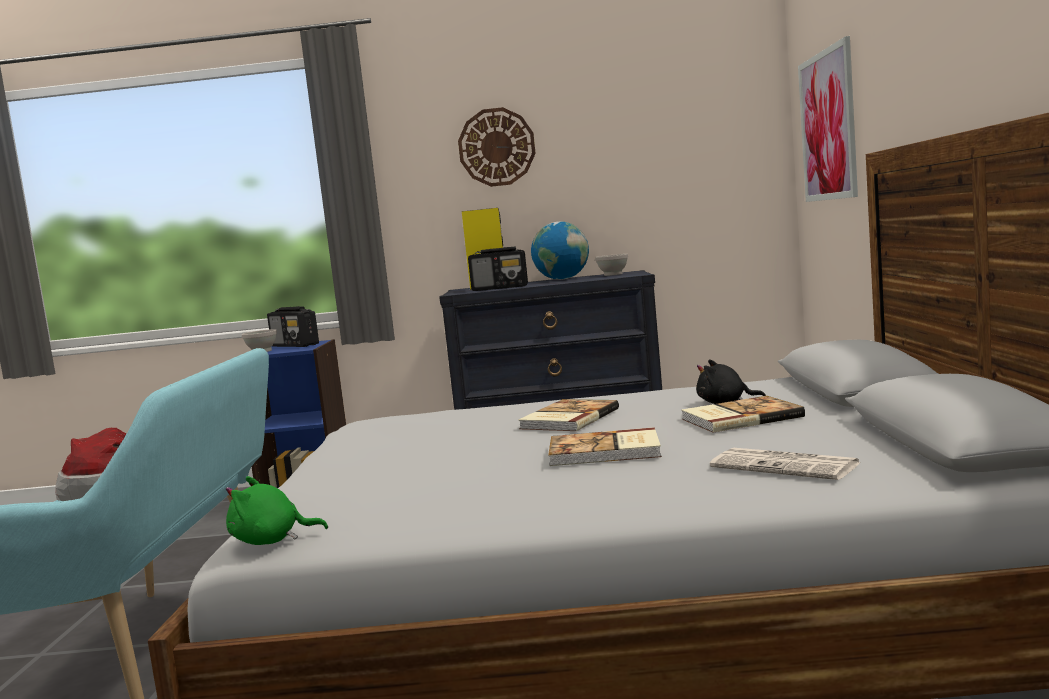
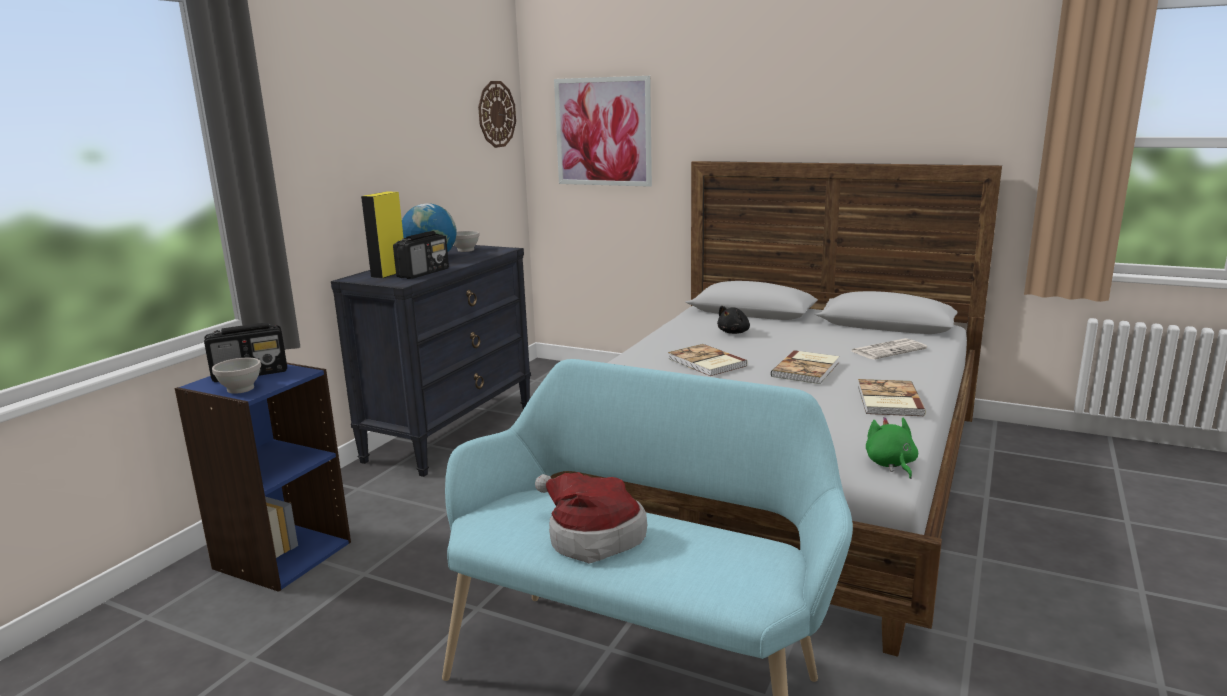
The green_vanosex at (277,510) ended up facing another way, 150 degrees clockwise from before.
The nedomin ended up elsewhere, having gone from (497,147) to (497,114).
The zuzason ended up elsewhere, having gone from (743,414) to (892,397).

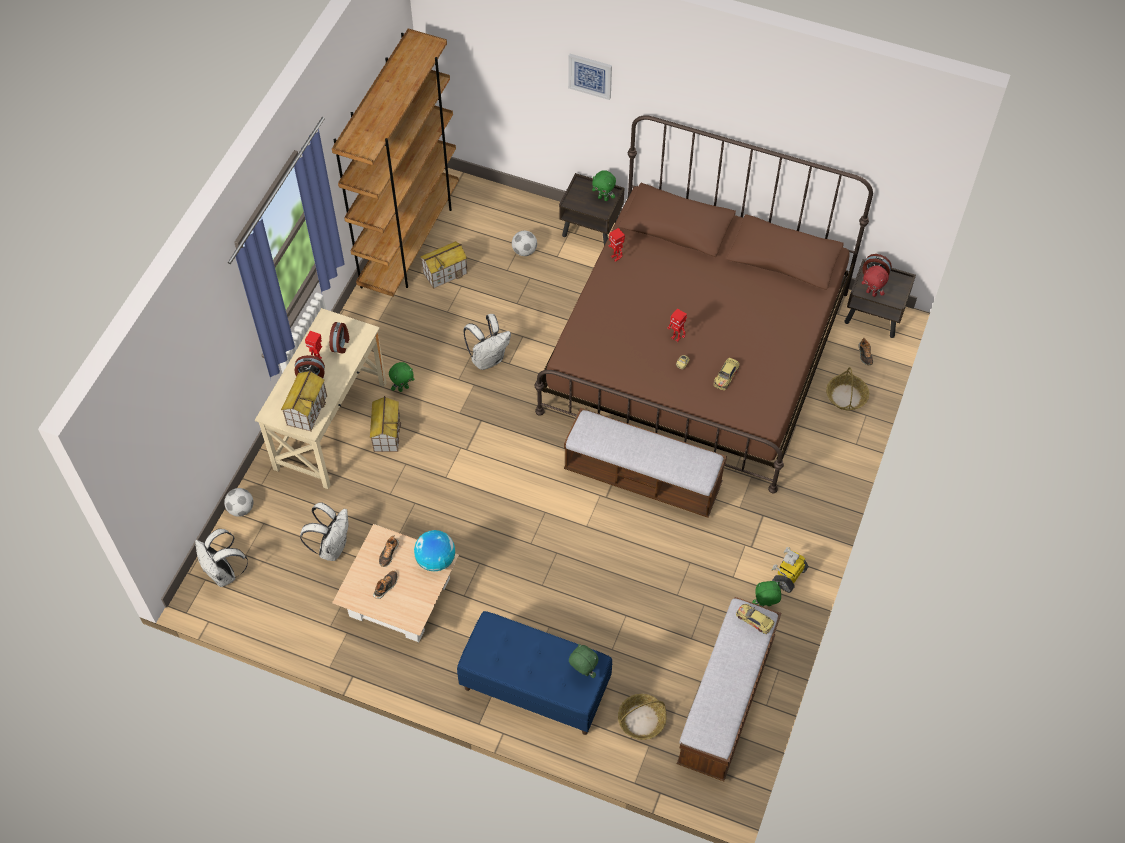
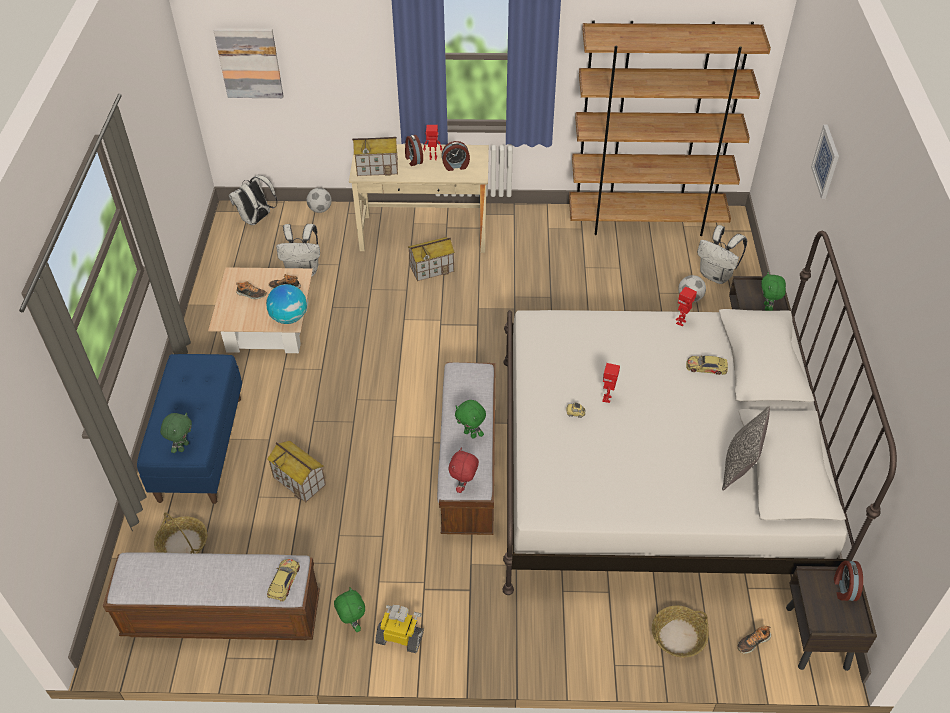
The green_vanosex ended up elsewhere, having gone from (401,377) to (470,419).
The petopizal ended up elsewhere, having gone from (444,265) to (296,472).
The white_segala ended up elsewhere, having gone from (487,342) to (722,254).
What was the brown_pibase at (703,304) turned into the white_pibase at (699,413).
The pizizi ended up elsewhere, having gone from (726,374) to (707,365).
The red_vanosex ended up elsewhere, having gone from (875,281) to (464,470).
The second view gained the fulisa at (249,63).
The second view gained the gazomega at (746,448).

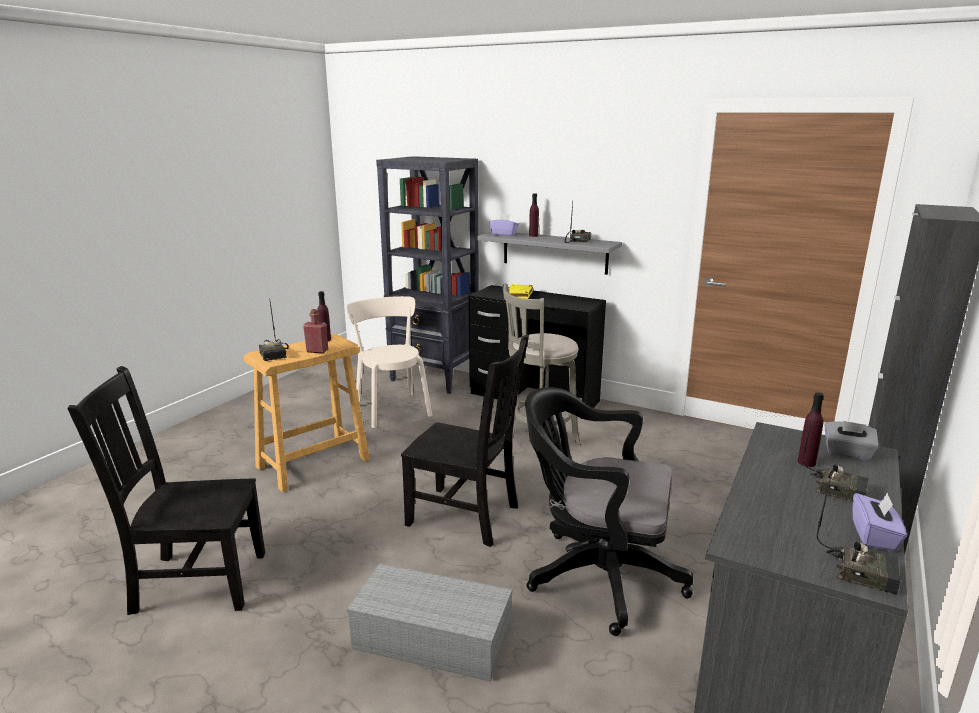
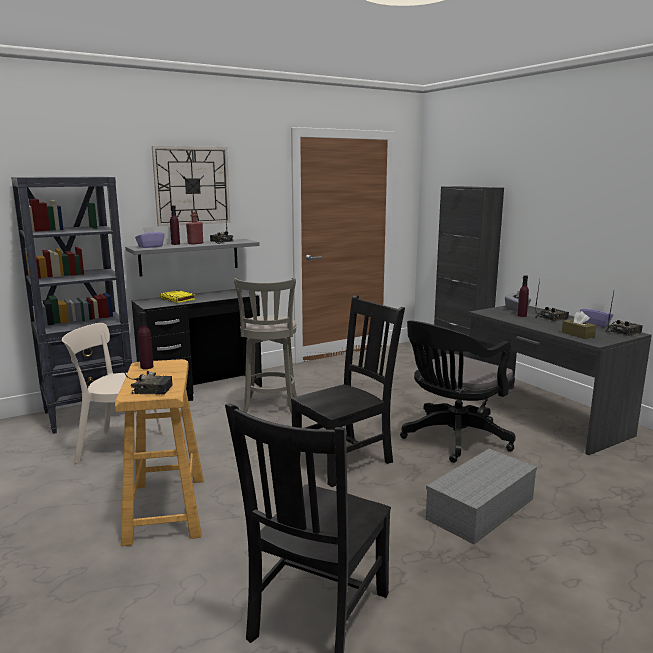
The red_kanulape ended up elsewhere, having gone from (315,331) to (194,228).
The second view gained the nedomin at (191,186).
The second view gained the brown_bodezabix at (579,325).

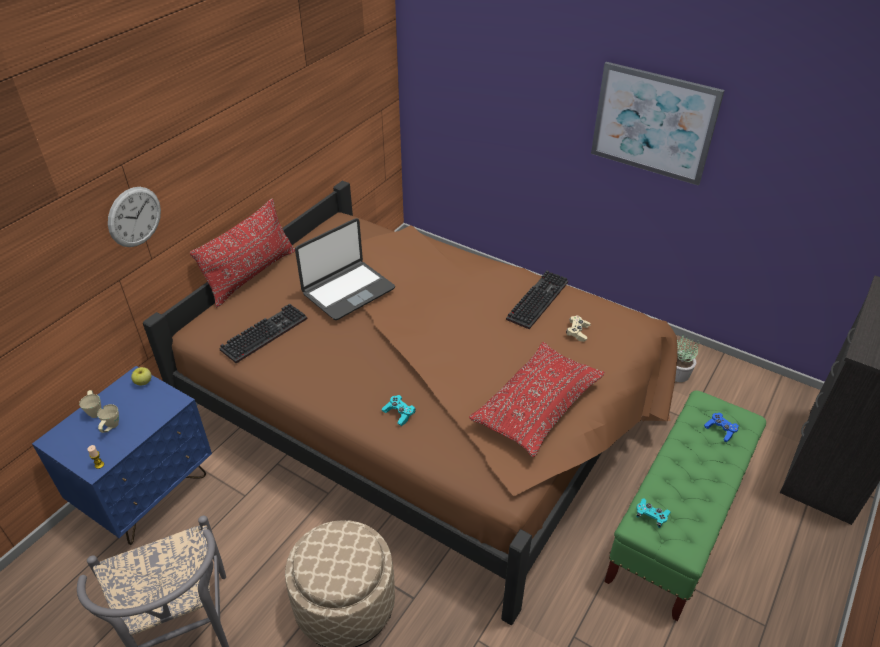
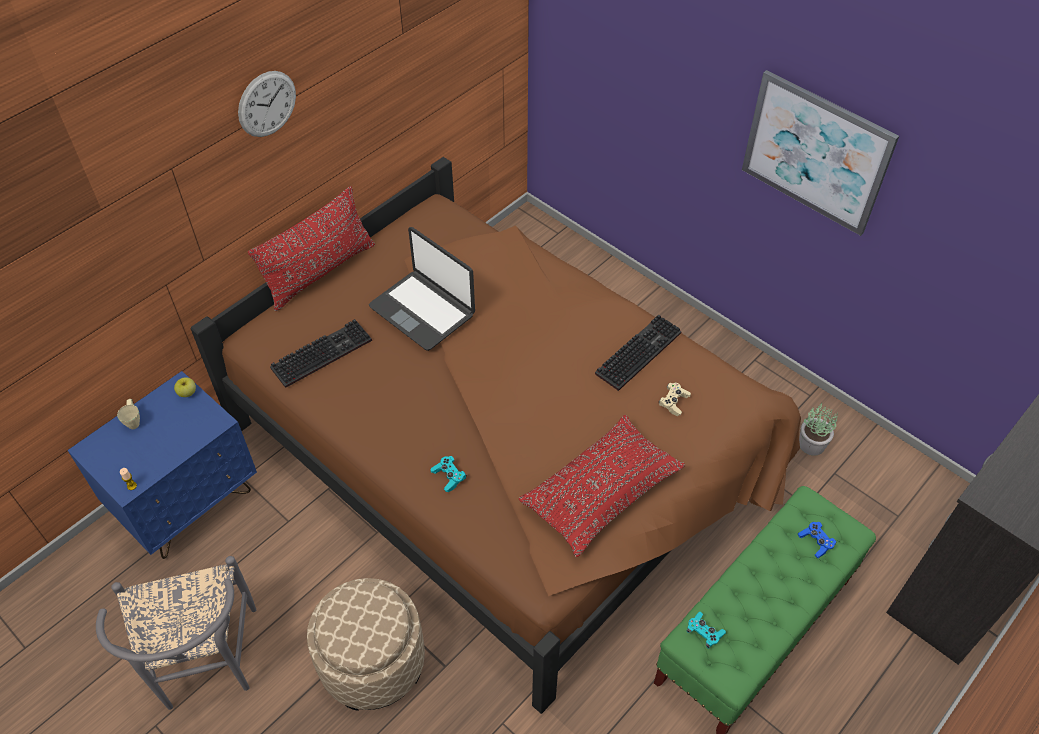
The second view lost the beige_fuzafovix at (108,418).
The nedomin ended up elsewhere, having gone from (134,217) to (267,104).
The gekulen at (345,269) ended up facing another way, 75 degrees clockwise from before.

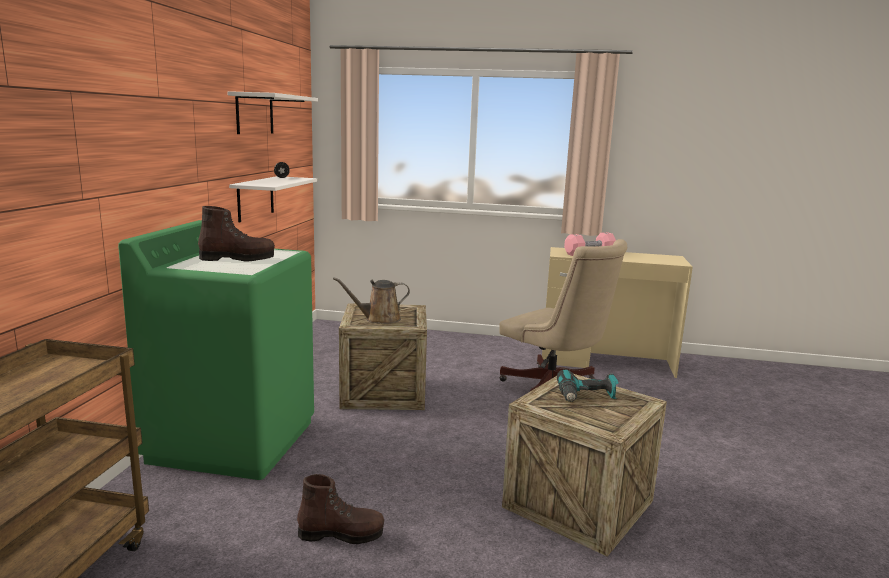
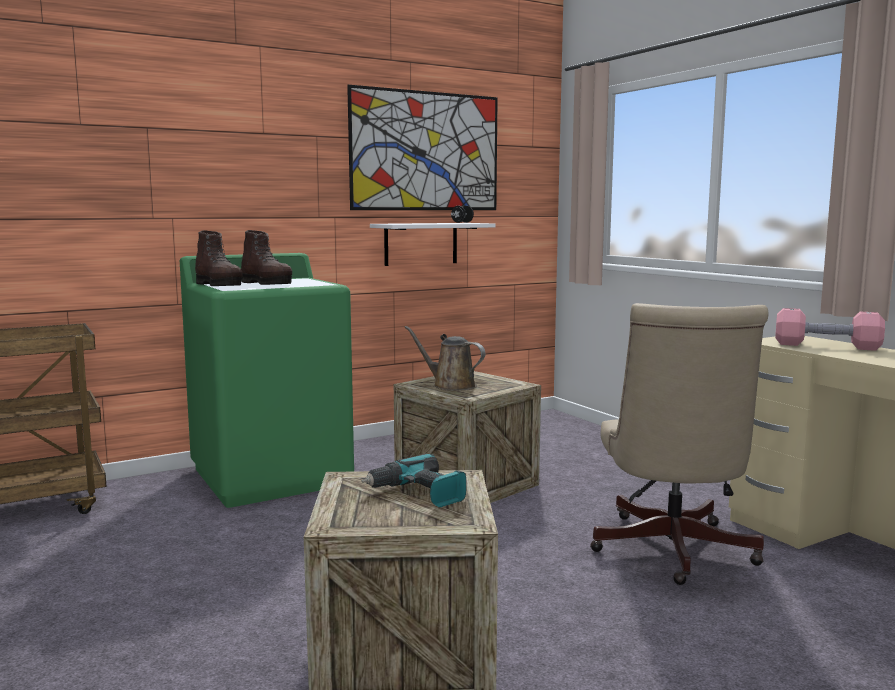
Where the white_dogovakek hung at (272,112), the fulisa came to hang at (422,147).
The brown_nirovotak ended up elsewhere, having gone from (340,509) to (219,258).

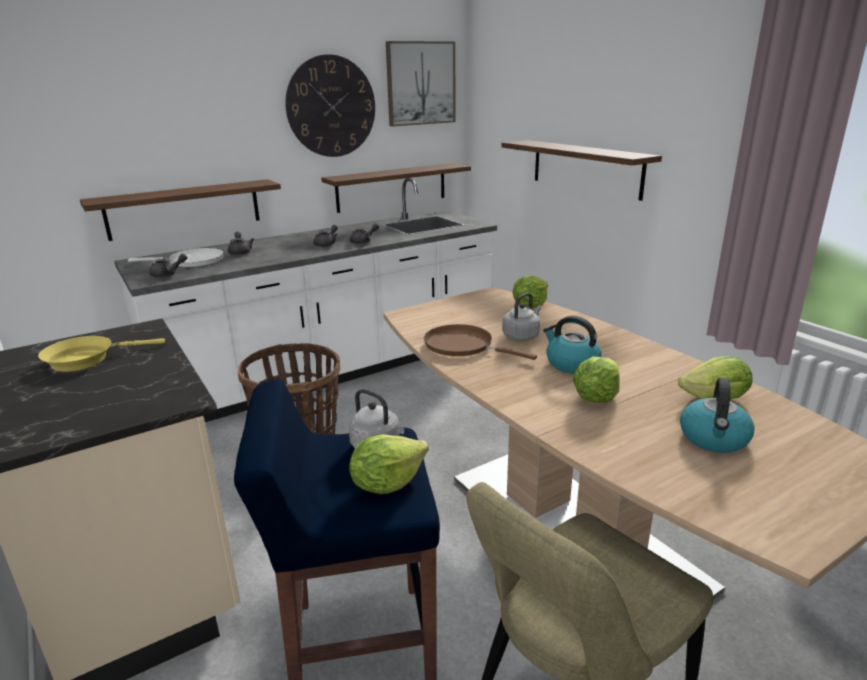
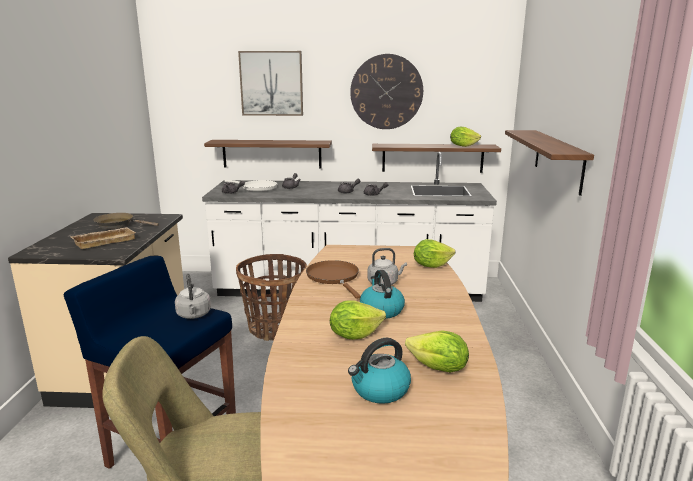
What was the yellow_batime at (101,354) turned into the brown_batime at (126,221).
The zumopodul ended up elsewhere, having gone from (389,464) to (465,137).
The fulisa ended up elsewhere, having gone from (421,83) to (270,83).
The second view gained the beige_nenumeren at (103,238).

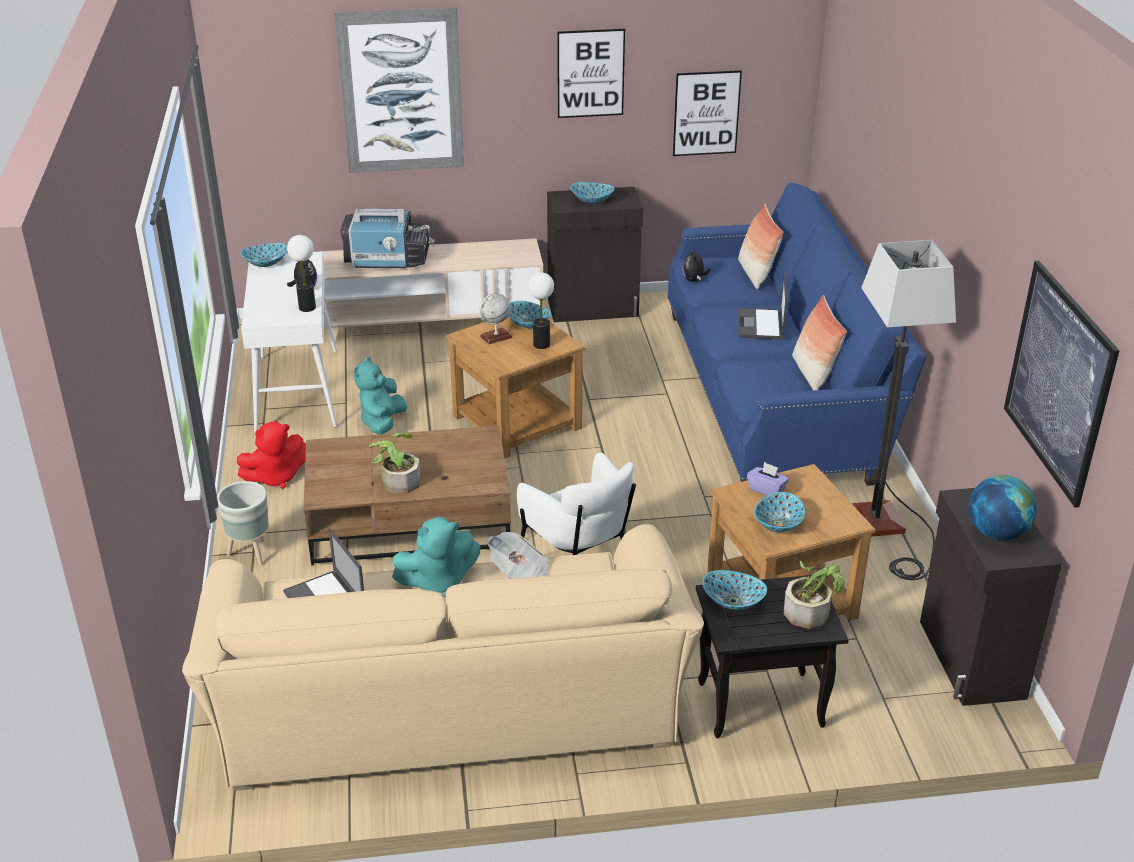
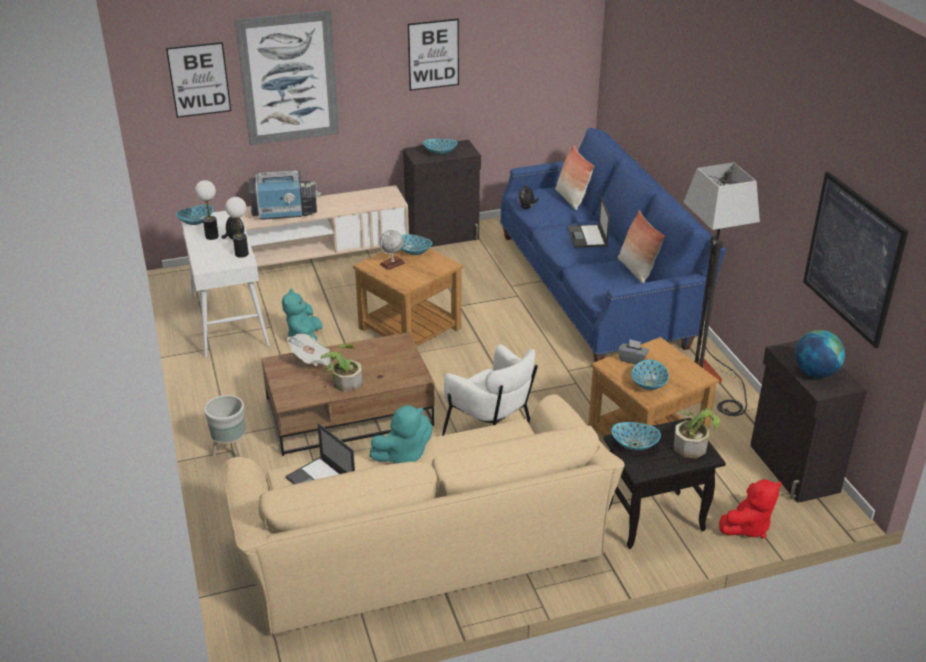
The red_vanosex ended up elsewhere, having gone from (271,455) to (750,509).
The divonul ended up elsewhere, having gone from (518,555) to (309,350).
The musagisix ended up elsewhere, having gone from (541,310) to (207,210).
The fulisa ended up elsewhere, having gone from (707,113) to (198,80).
What was the purple_bodezabix at (768,479) turned into the grey_bodezabix at (633,351).

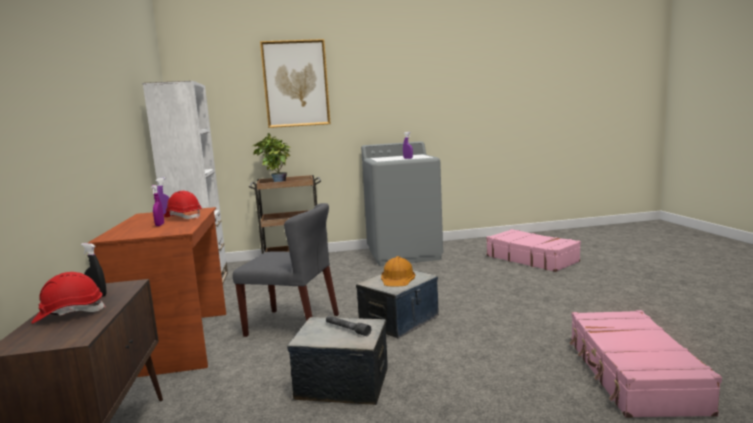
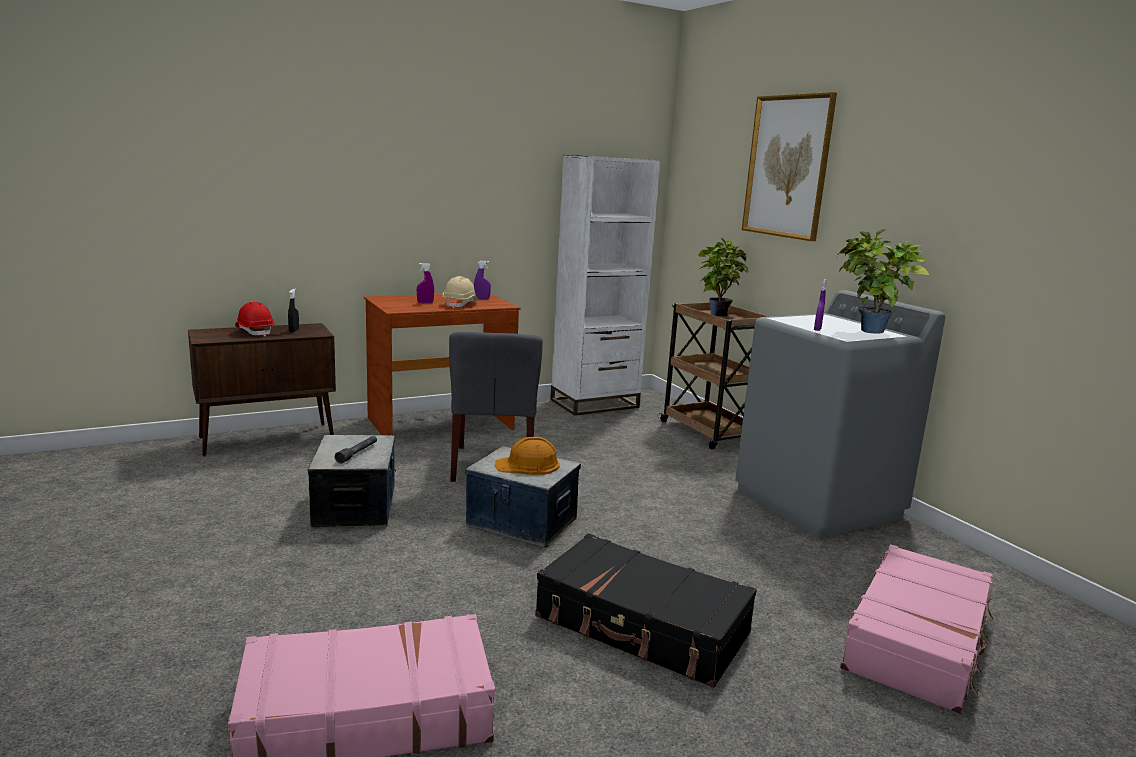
What was the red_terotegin at (183,205) turned into the beige_terotegin at (460,292).
The second view gained the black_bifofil at (646,610).
The second view gained the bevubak at (883,281).

